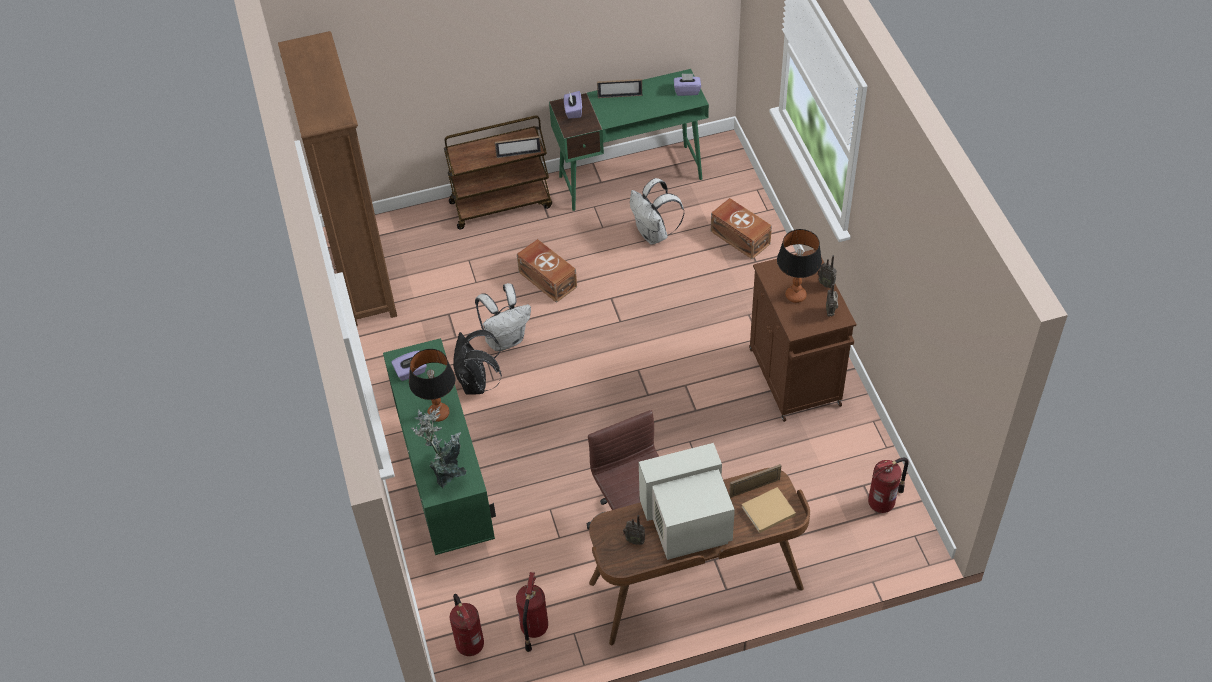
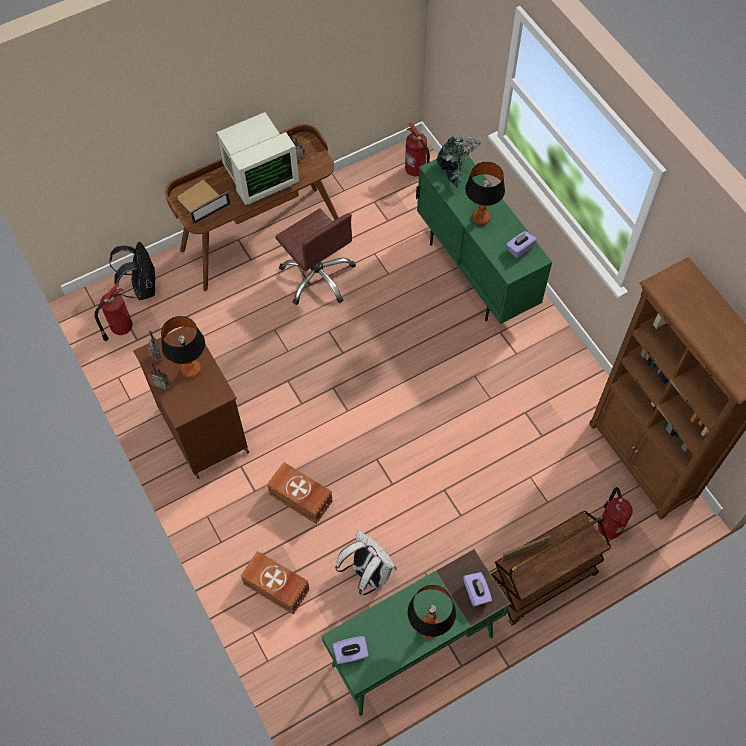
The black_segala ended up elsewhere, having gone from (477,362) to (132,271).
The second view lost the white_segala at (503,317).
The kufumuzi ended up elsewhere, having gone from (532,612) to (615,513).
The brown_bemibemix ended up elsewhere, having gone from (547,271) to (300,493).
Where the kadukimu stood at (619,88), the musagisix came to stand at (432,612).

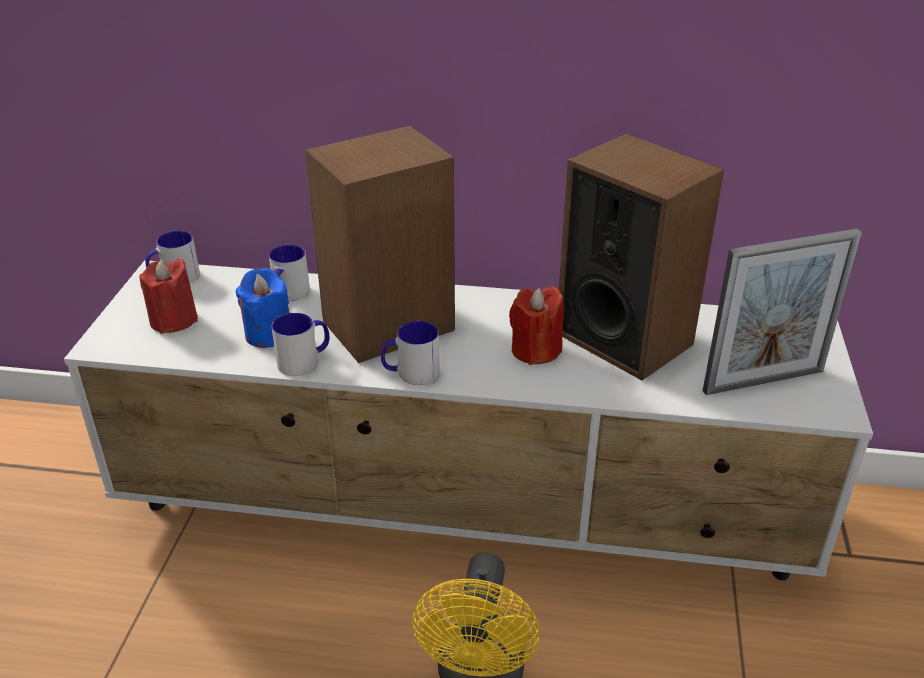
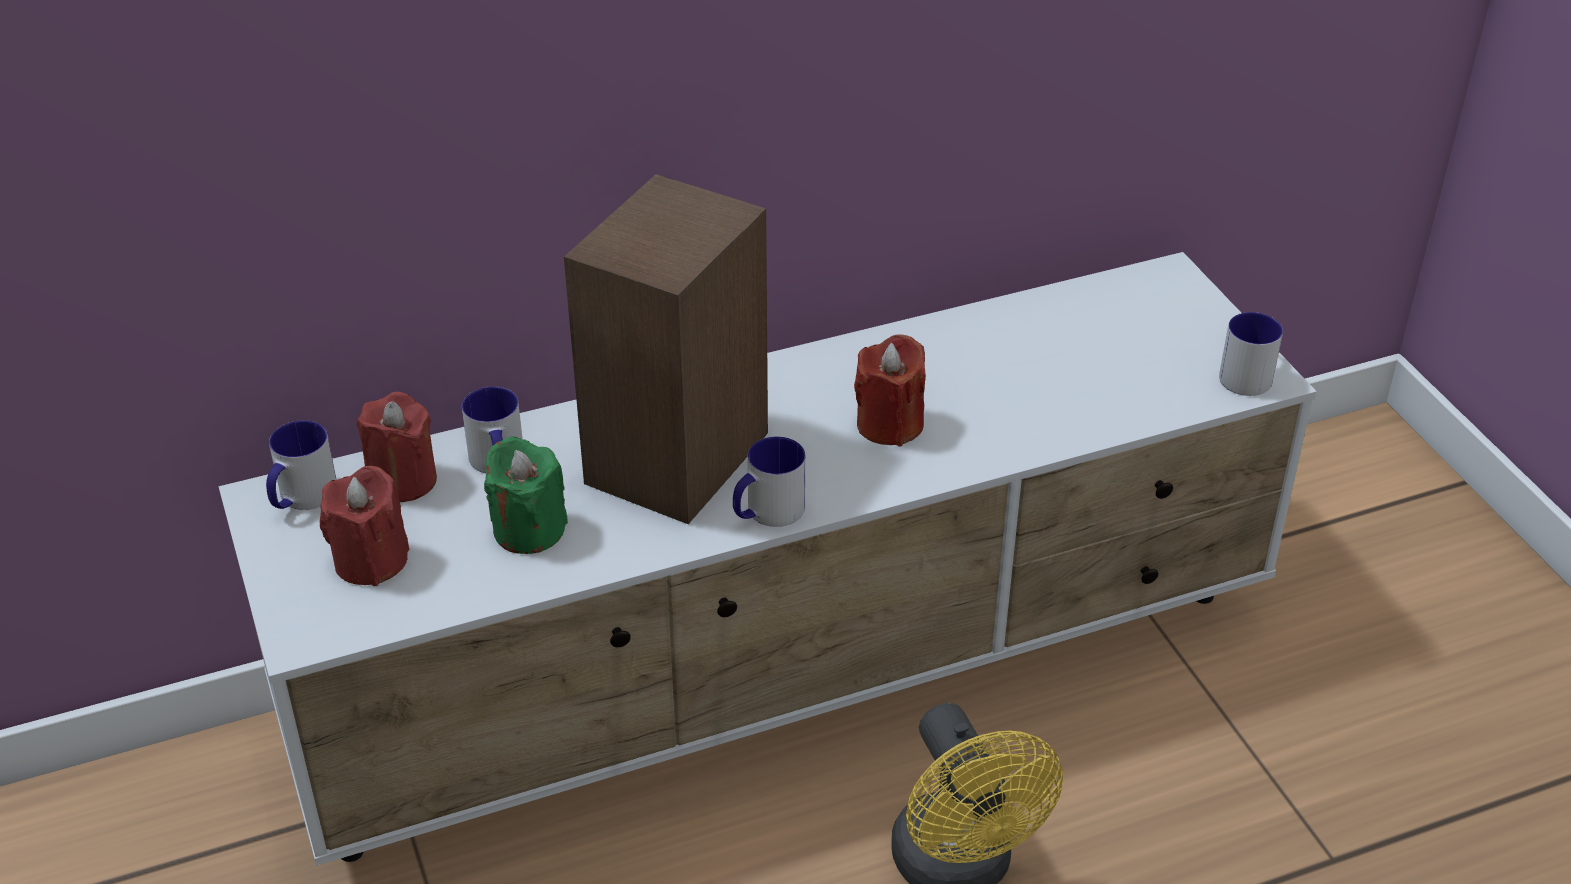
What was the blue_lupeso at (262,308) turned into the green_lupeso at (526,495).
The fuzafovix ended up elsewhere, having gone from (301,344) to (1251,354).
The second view lost the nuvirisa at (641,257).
The second view lost the kadukimu at (782,312).
The second view gained the red_lupeso at (396,447).

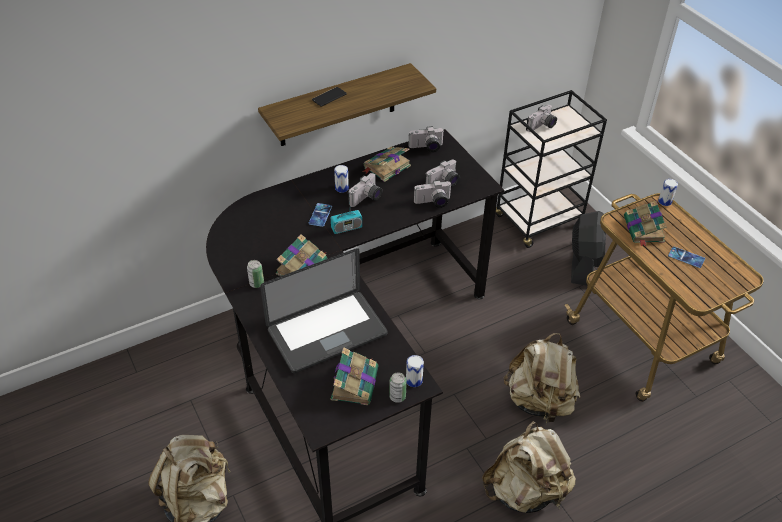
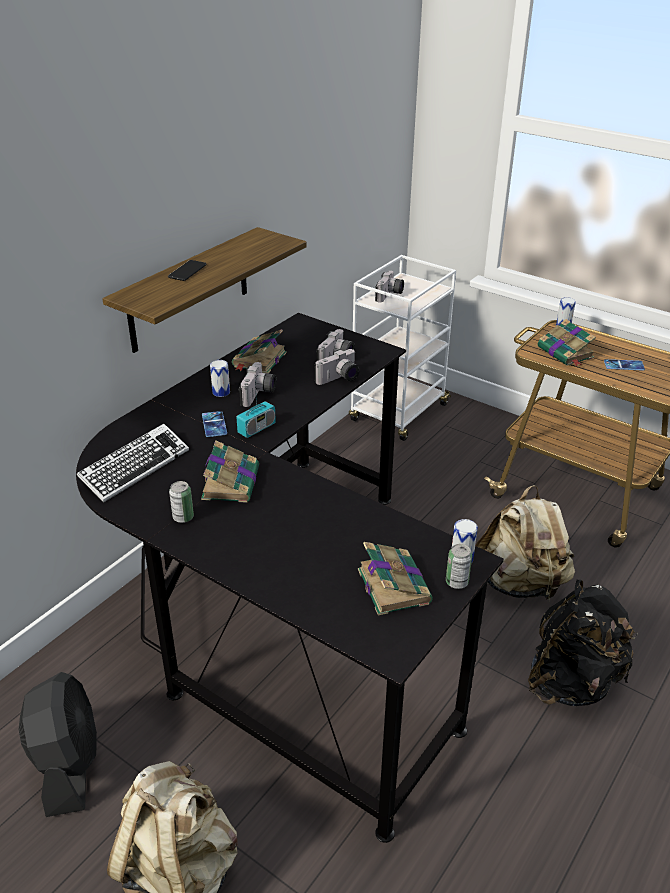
The second view lost the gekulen at (324,310).
The second view lost the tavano at (426,139).
What was the beige_segala at (529,467) turned into the black_segala at (583,643).
What was the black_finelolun at (551,169) turned into the white_finelolun at (402,348).
The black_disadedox ended up elsewhere, having gone from (588,248) to (58,744).
The second view gained the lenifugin at (133,463).

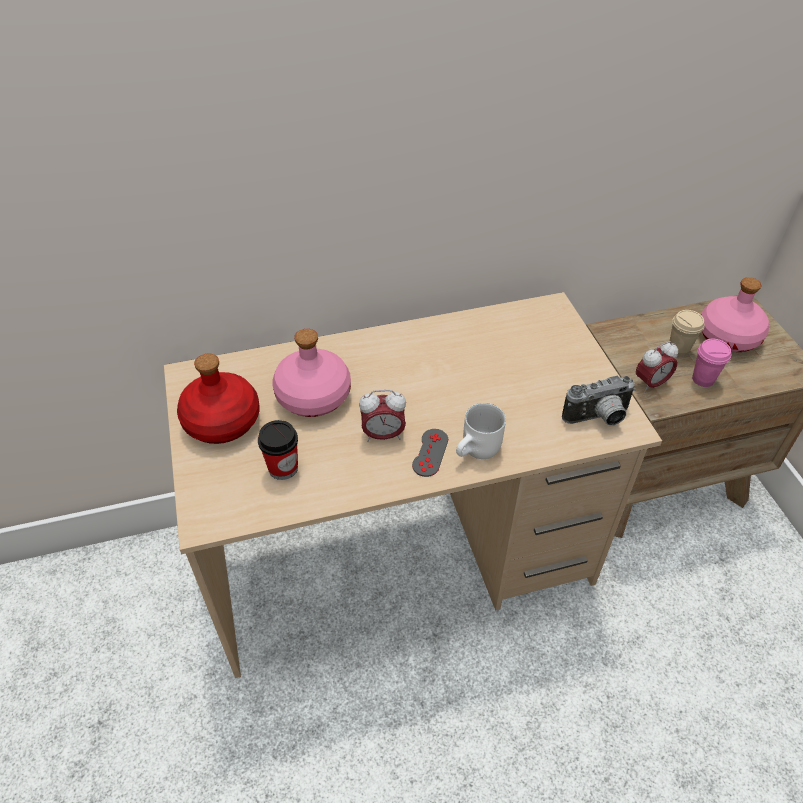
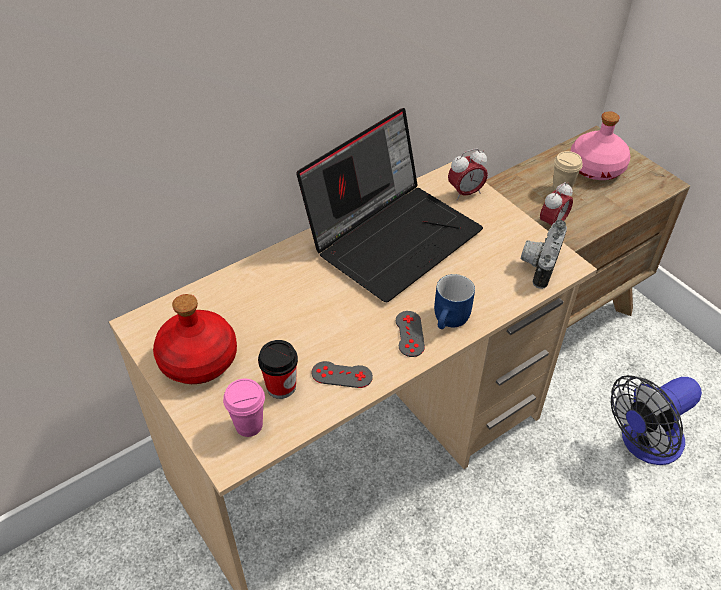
The second view lost the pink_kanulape at (311,373).
The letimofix ended up elsewhere, having gone from (382,416) to (468,174).
What was the white_fuzafovix at (481,431) turned into the blue_fuzafovix at (454,301).
The tavano at (599,401) ended up facing another way, 150 degrees clockwise from before.
The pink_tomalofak ended up elsewhere, having gone from (711,363) to (244,408).
The second view gained the gekulen at (389,205).
The second view gained the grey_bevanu at (342,374).
The second view gained the disadedox at (656,420).

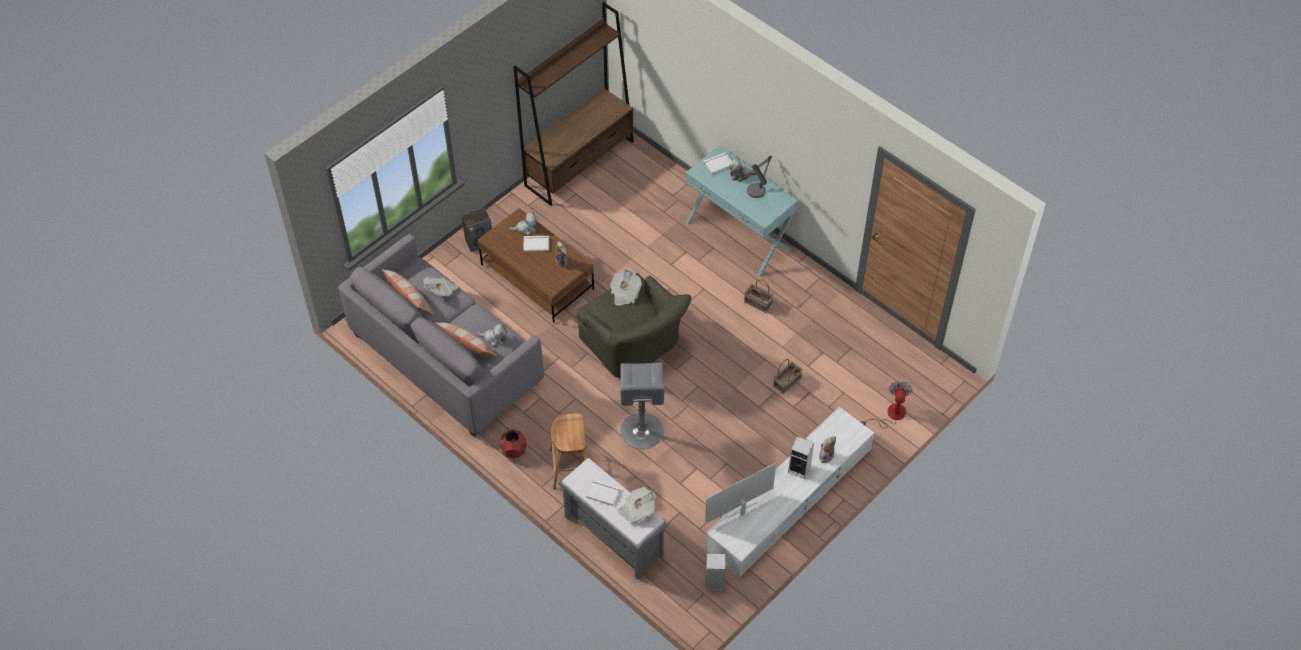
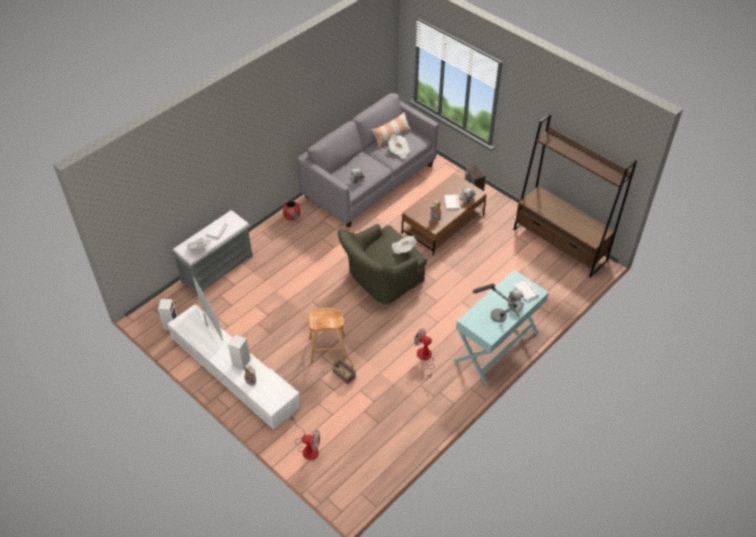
The second view lost the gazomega at (466,339).
The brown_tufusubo ended up elsewhere, having gone from (569,451) to (327,335).
The second view lost the grey_tufusubo at (642,405).
Where the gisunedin stood at (759,296), the disadedox came to stand at (424,354).

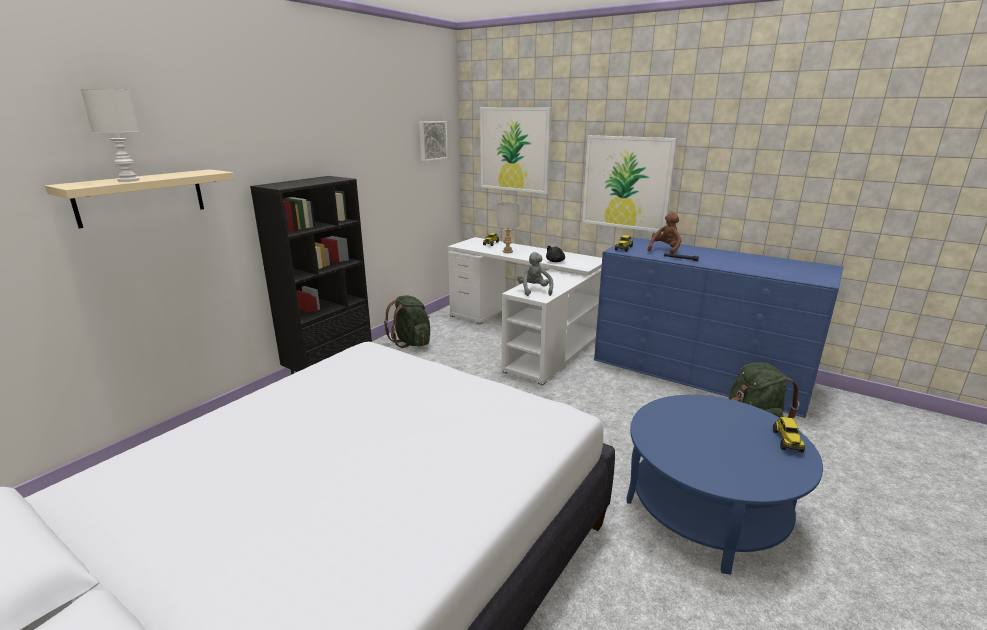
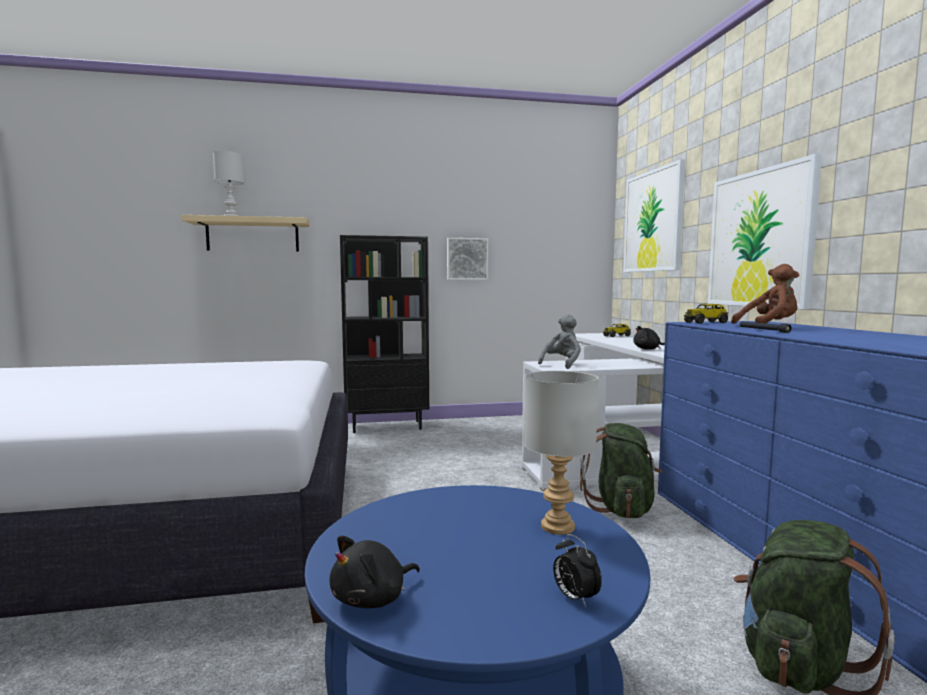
The green_segala ended up elsewhere, having gone from (407,322) to (621,470).
The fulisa ended up elsewhere, having gone from (433,141) to (467,259).
The grey_musagisix ended up elsewhere, having gone from (508,227) to (561,453).
Where the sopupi stood at (789,434), the letimofix came to stand at (577,570).
The second view gained the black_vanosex at (375,571).

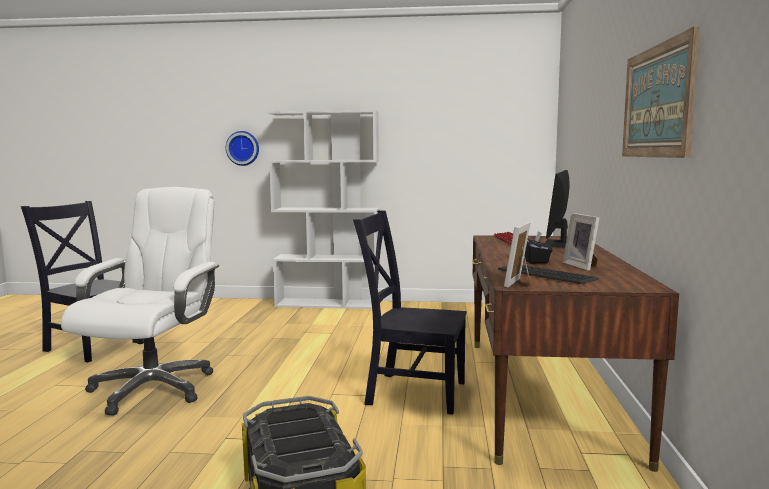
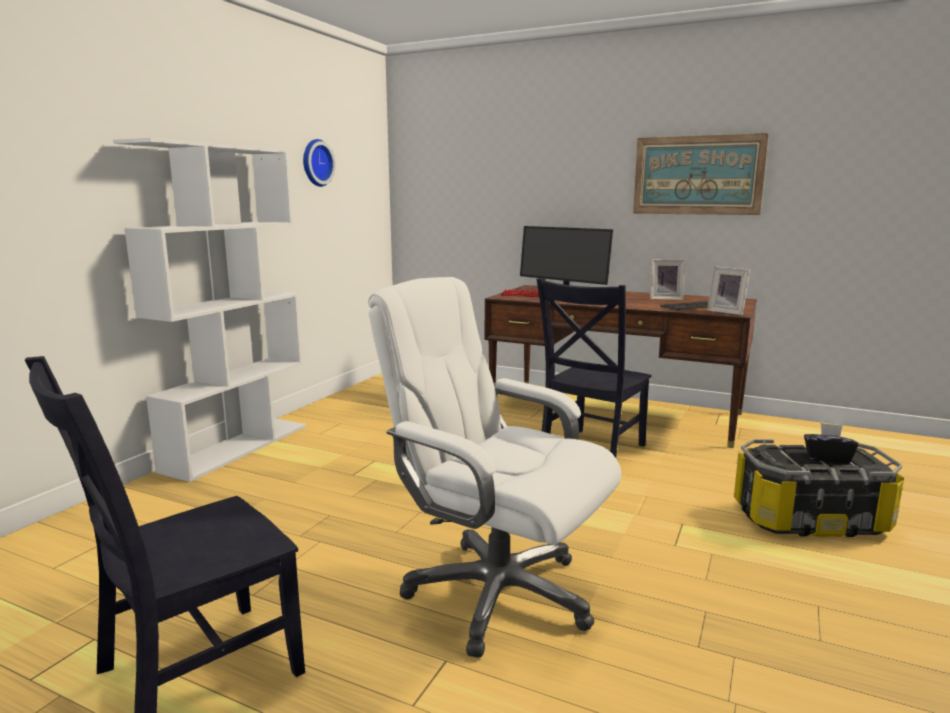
The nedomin ended up elsewhere, having gone from (242,148) to (319,163).
The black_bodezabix ended up elsewhere, having gone from (538,247) to (831,443).

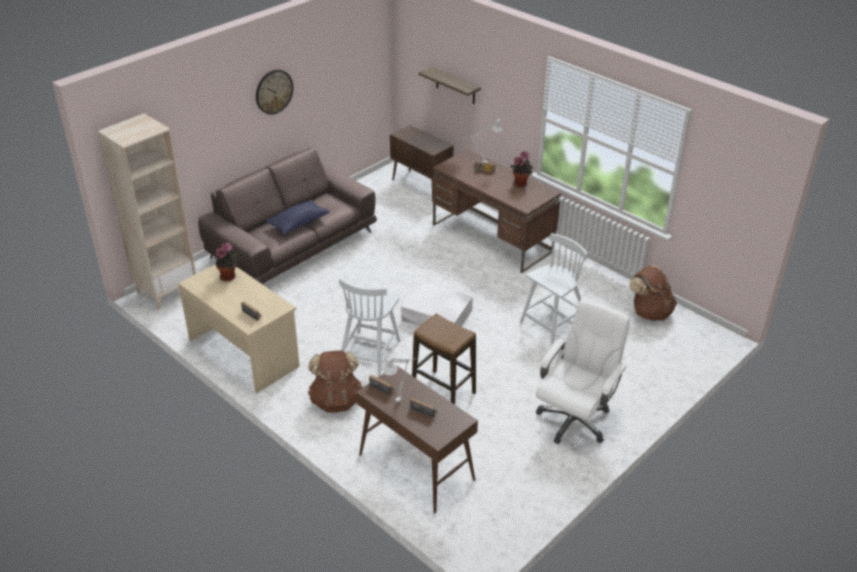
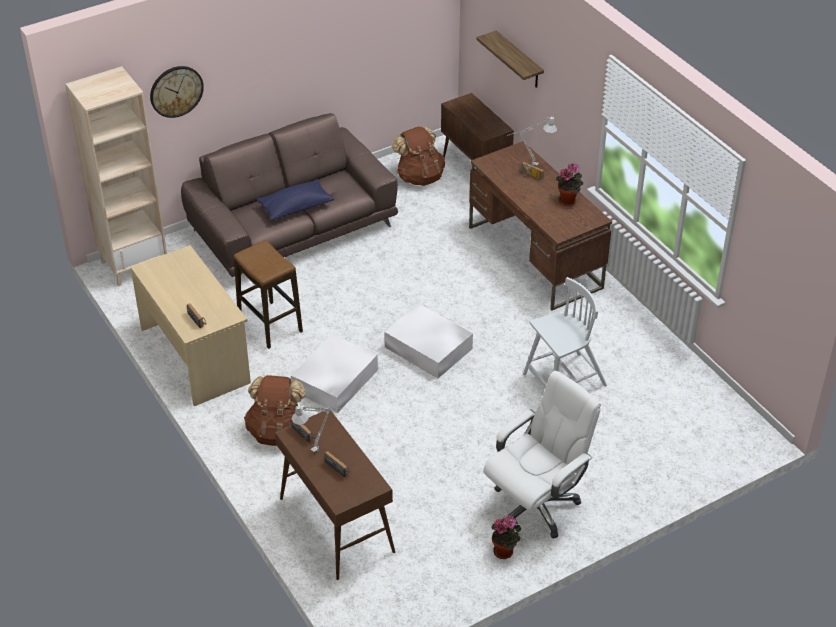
The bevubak ended up elsewhere, having gone from (226,261) to (506,537).
The nedomin ended up elsewhere, having gone from (274,92) to (177,92).
Where the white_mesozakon stood at (369,327), the white_bemibemix came to stand at (334,373).
The tufusubo ended up elsewhere, having gone from (444,359) to (268,294).
The brown_segala ended up elsewhere, having gone from (653,293) to (418,156).

